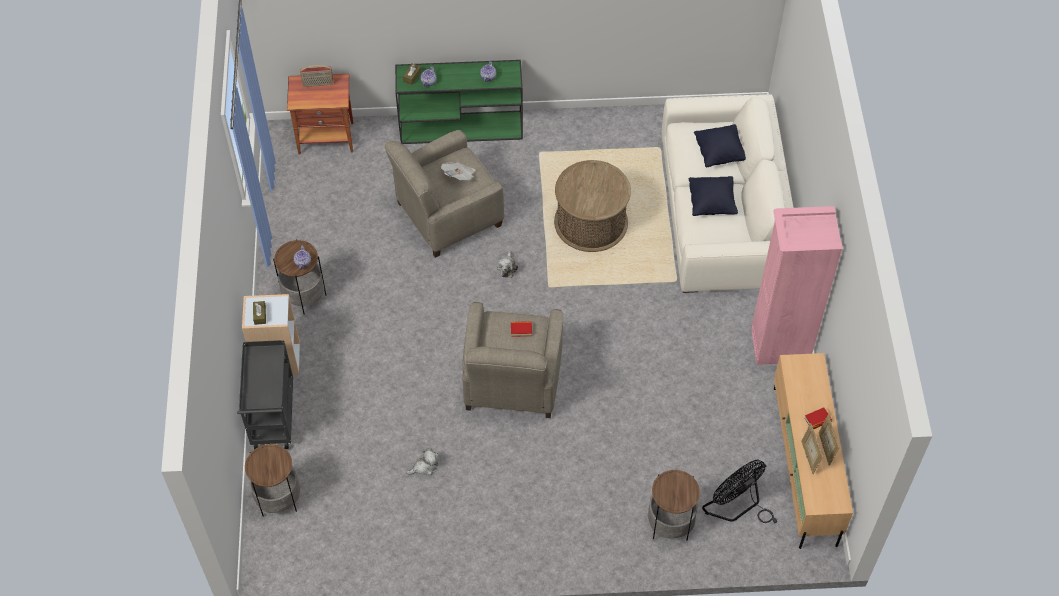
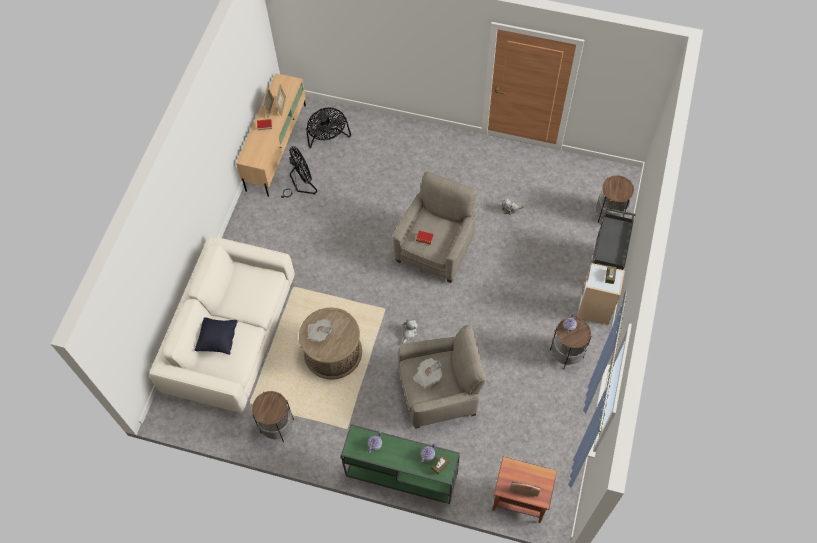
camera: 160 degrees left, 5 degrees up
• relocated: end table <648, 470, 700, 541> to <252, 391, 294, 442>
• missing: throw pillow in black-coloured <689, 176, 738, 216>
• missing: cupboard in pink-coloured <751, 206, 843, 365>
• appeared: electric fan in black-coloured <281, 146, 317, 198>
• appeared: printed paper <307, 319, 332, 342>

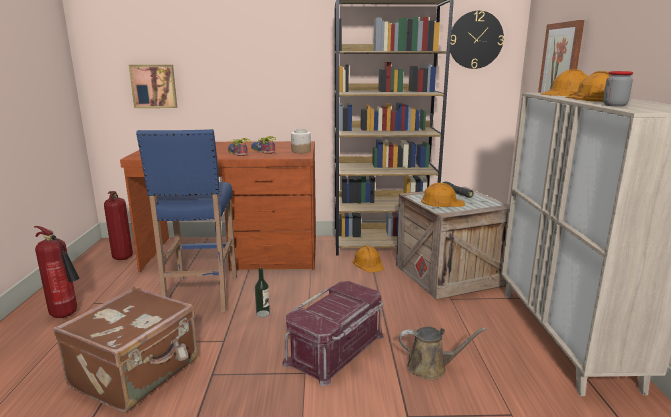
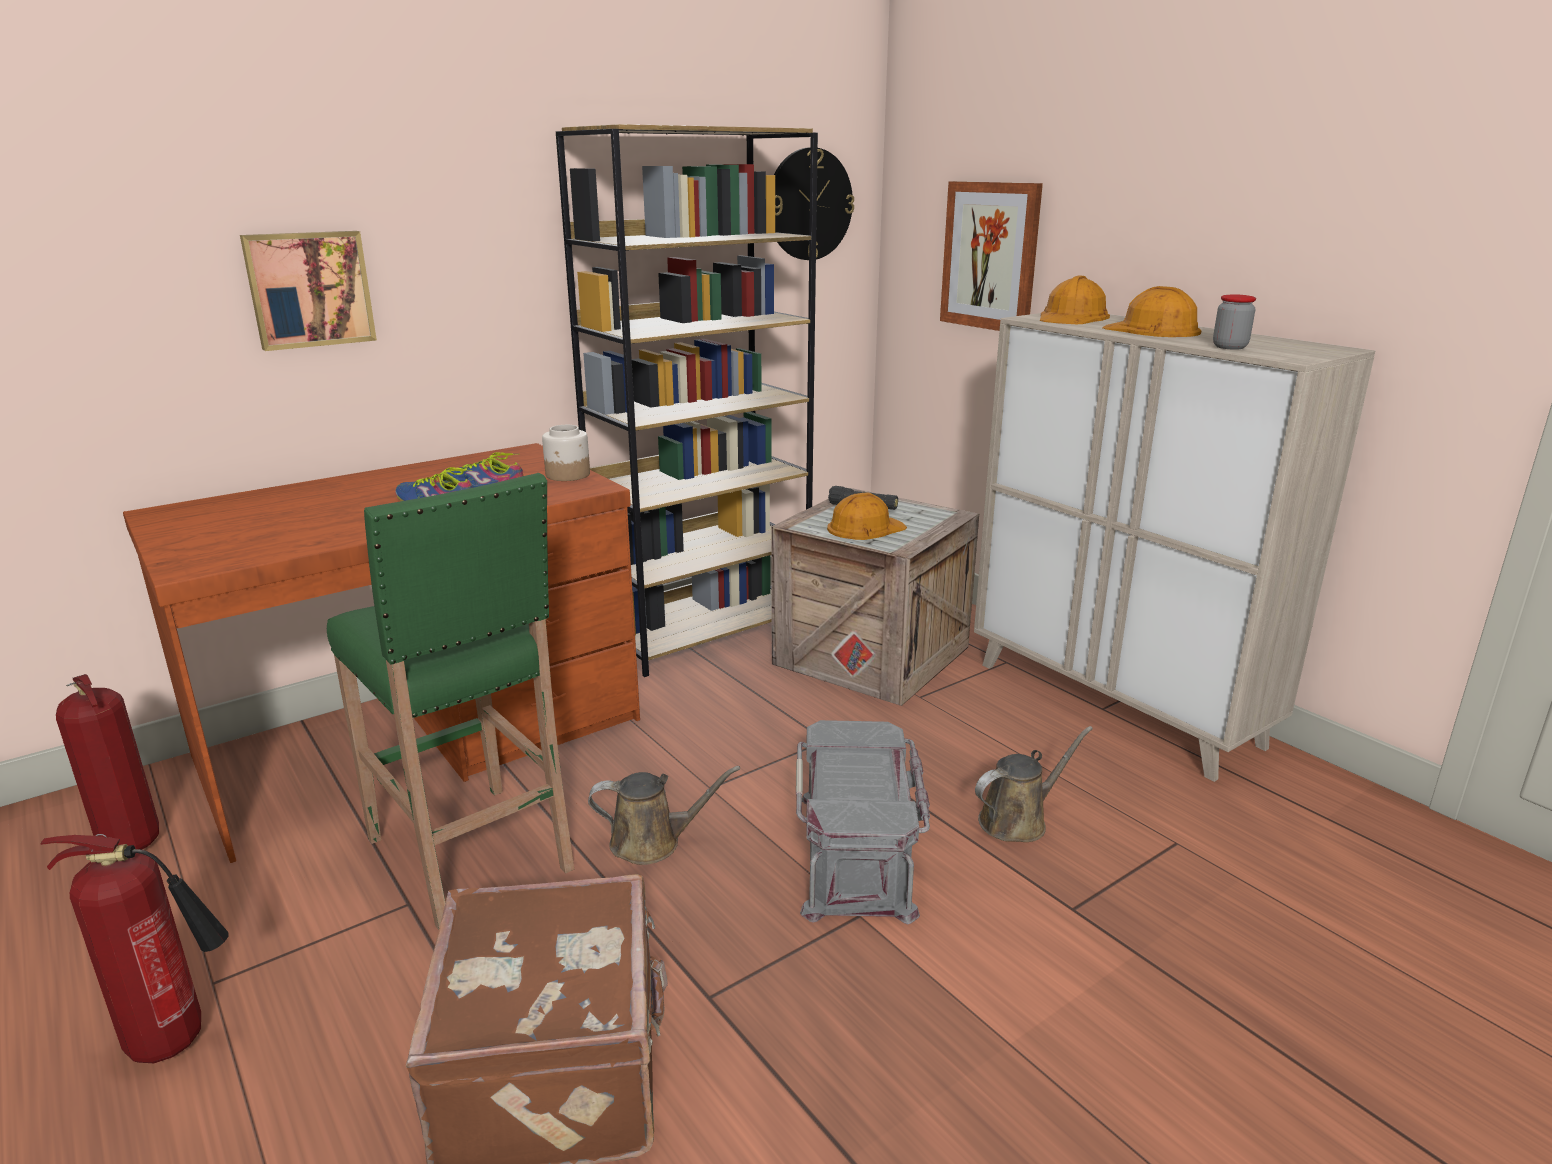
camera: 35 degrees left, 5 degrees up
• relocated: picture <129, 65, 177, 108> to <240, 231, 377, 351>
• colour: stool in bluish <136, 129, 237, 312> to stool in green <327, 473, 574, 930>
• exchanged: drink bottle <255, 268, 270, 317> to watering can in brown-coloured <588, 766, 740, 865>
• colour: storage bin in red-coloured <282, 281, 384, 386> to storage bin in greyish <796, 720, 930, 924>
• missing: hard hat in orange <353, 245, 384, 272>

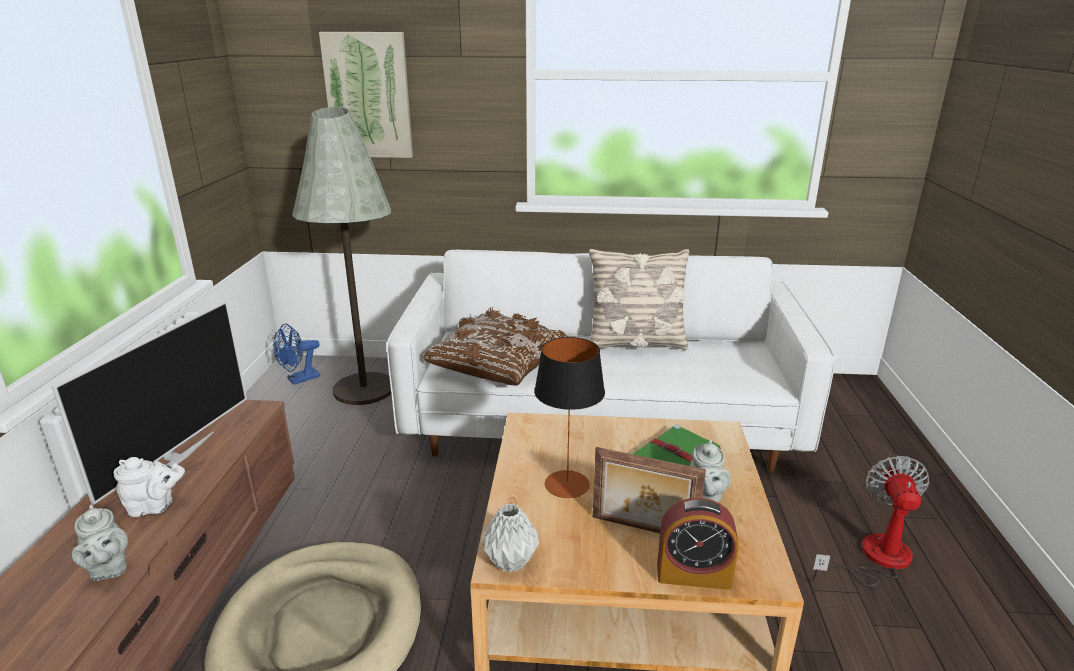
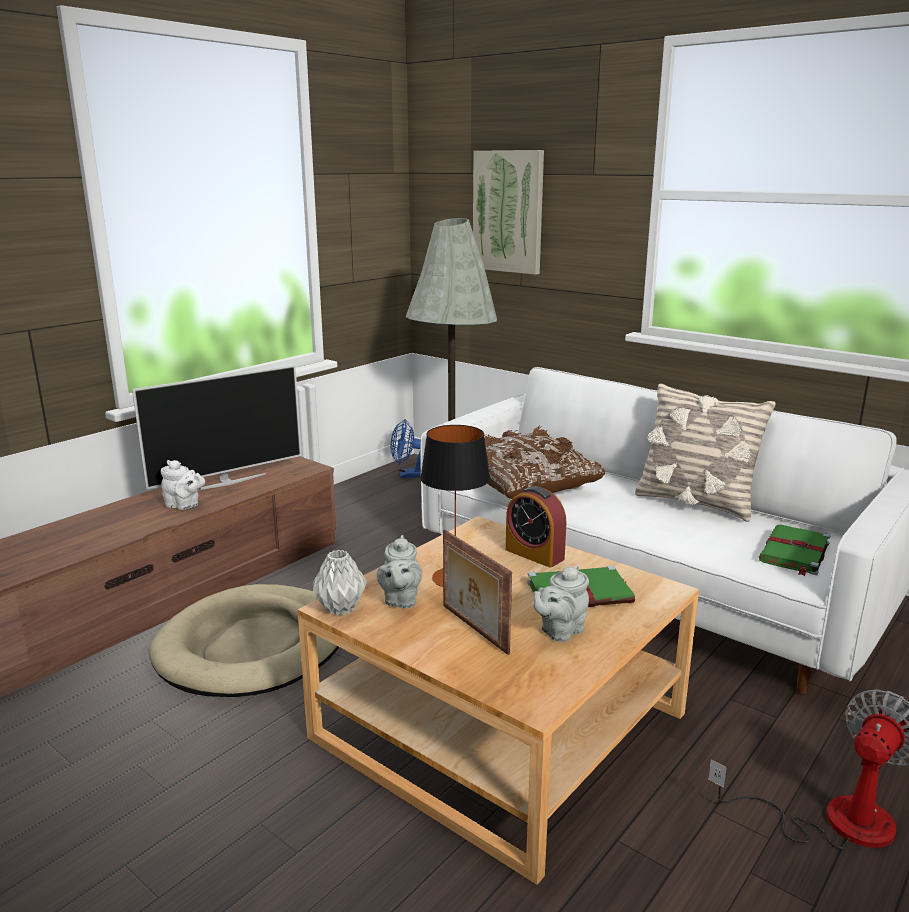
camera: 35 degrees right, 5 degrees down
• relocated: teapot in greyish <72, 504, 128, 581> to <377, 535, 422, 609>
• relocated: table clock <657, 498, 738, 590> to <506, 486, 566, 568>
• appeared: volume in green <759, 525, 831, 576>

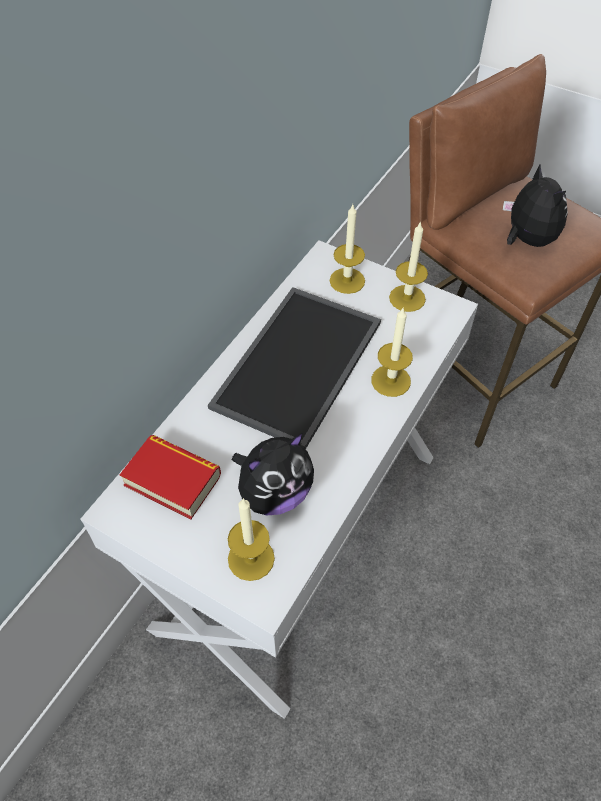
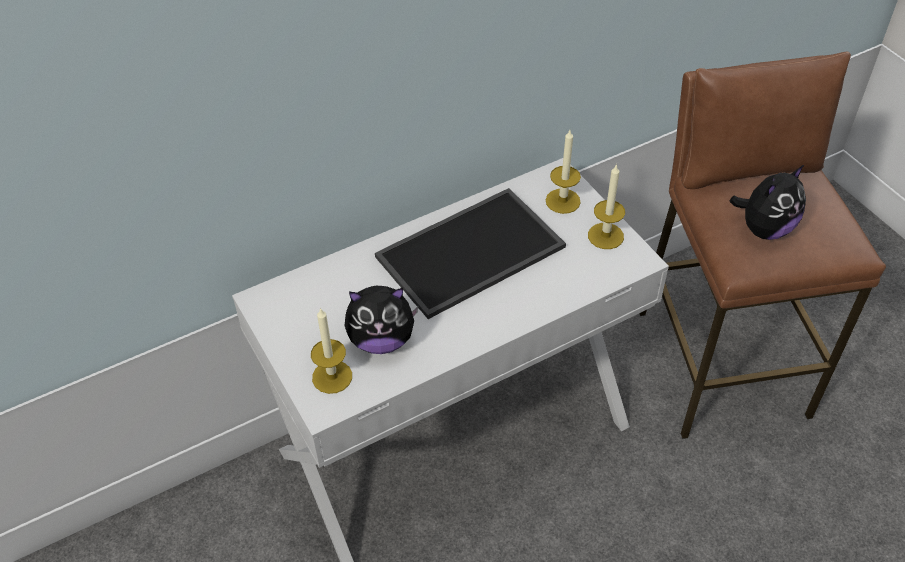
camera: 30 degrees right, 5 degrees down
• missing: volume <120, 435, 221, 520>
• missing: wax candle <371, 307, 413, 397>
• spun: cuddly toy <503, 164, 568, 247> = <730, 165, 806, 240> 45 degrees clockwise

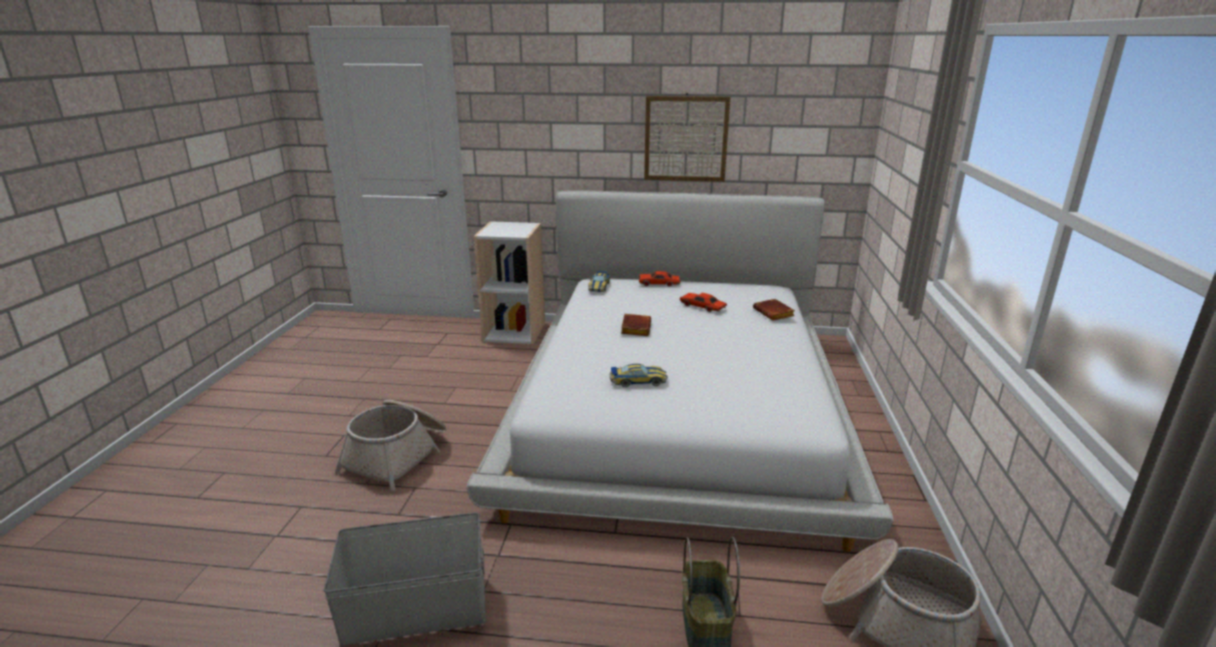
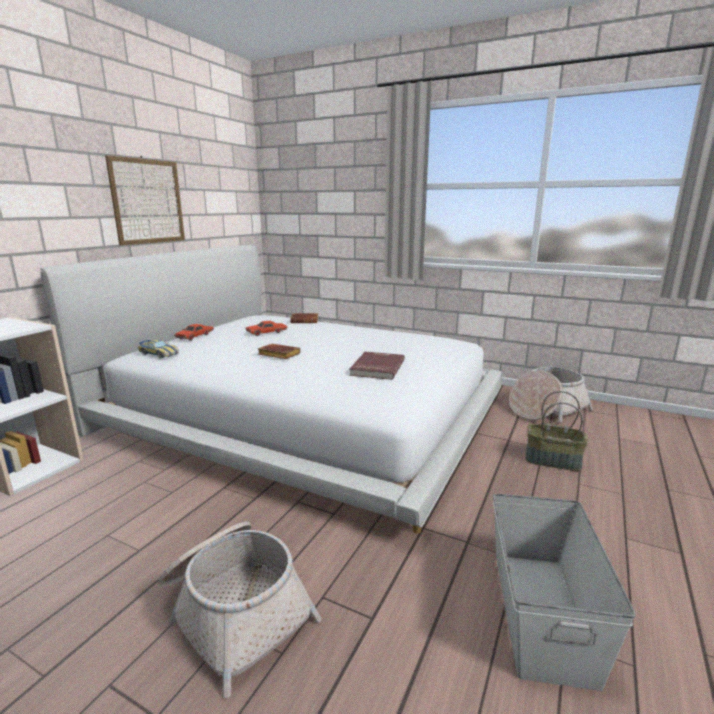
camera: 70 degrees left, 5 degrees down
• exchanged: miniature car <610, 364, 667, 387> to volume in red-coloured <349, 352, 405, 380>

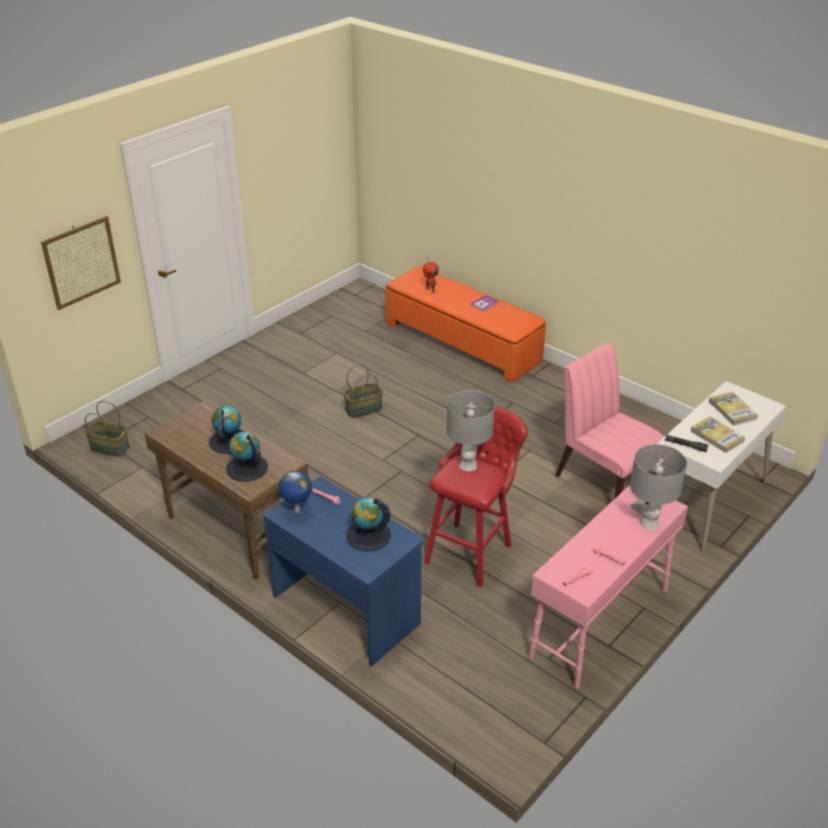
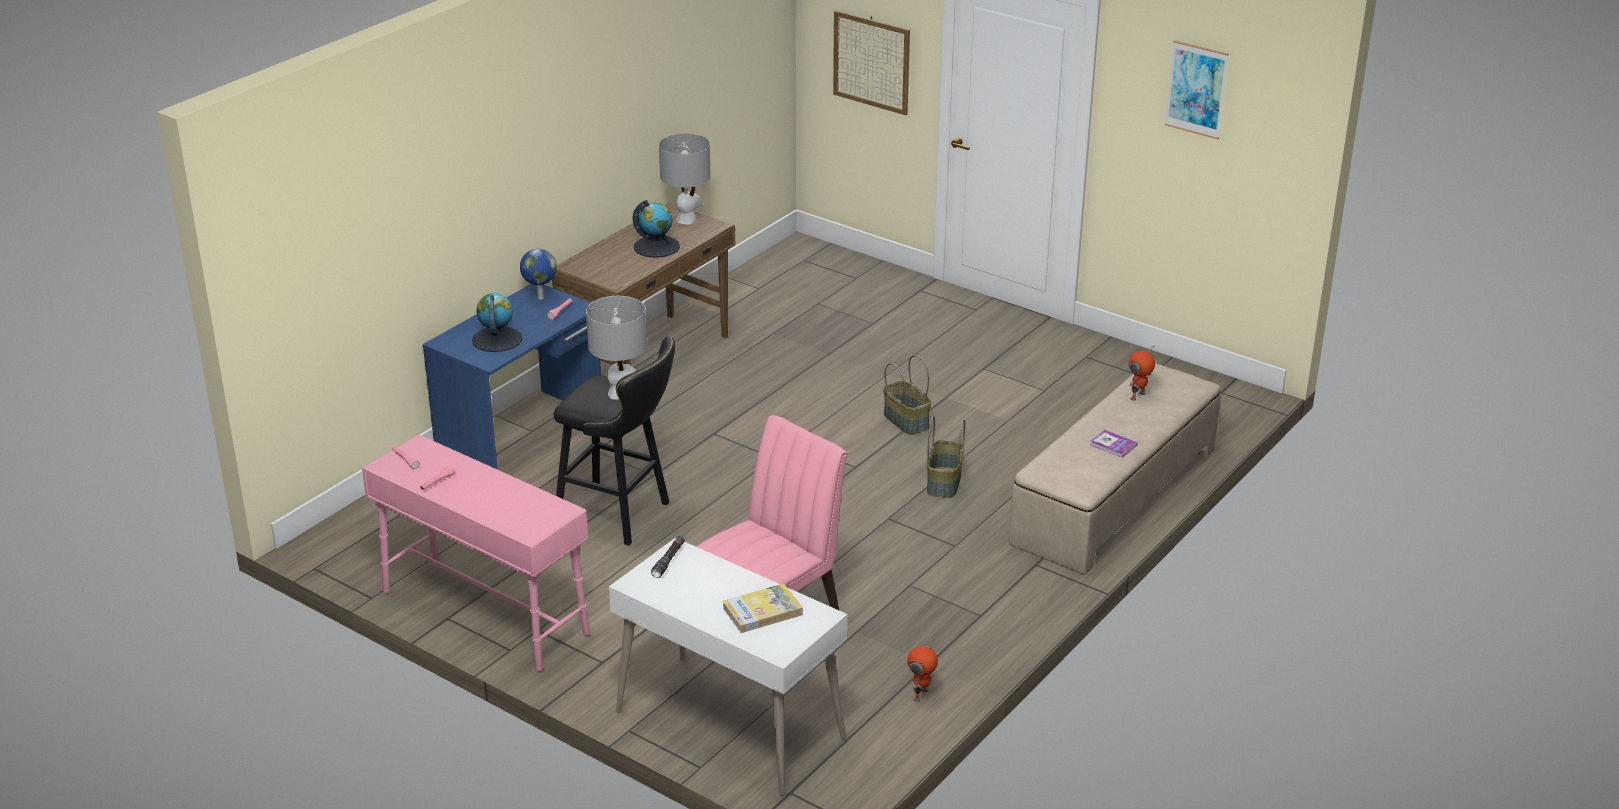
camera: 85 degrees right, 5 degrees down
• relocated: storage basket <85, 401, 130, 457> to <927, 416, 965, 498>
• missing: desk globe <226, 432, 268, 482>
• colour: indoor bench in orange <385, 267, 546, 383> to indoor bench in sand-coloured <1009, 363, 1221, 575>
• colour: stool in red-coloured <424, 405, 528, 587> to stool in black-coloured <554, 336, 675, 546>
• relocated: tabletop lamp in greyish <630, 444, 687, 531> to <659, 133, 711, 225>
• missing: volume <690, 416, 745, 453>
• appeared: robot figure <908, 638, 938, 702>
• appeared: picture <1165, 40, 1229, 139>

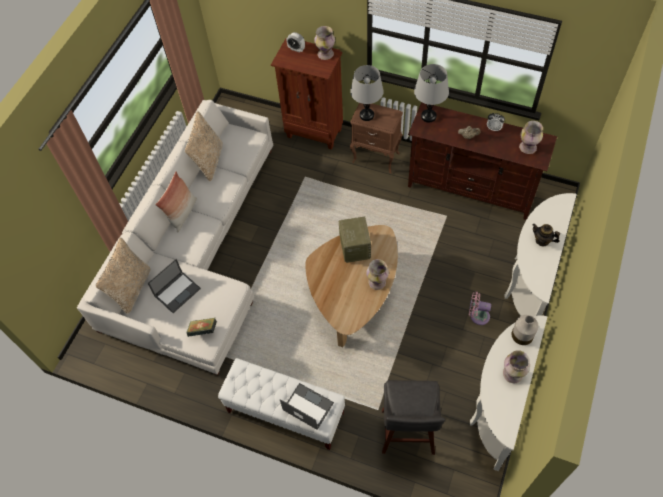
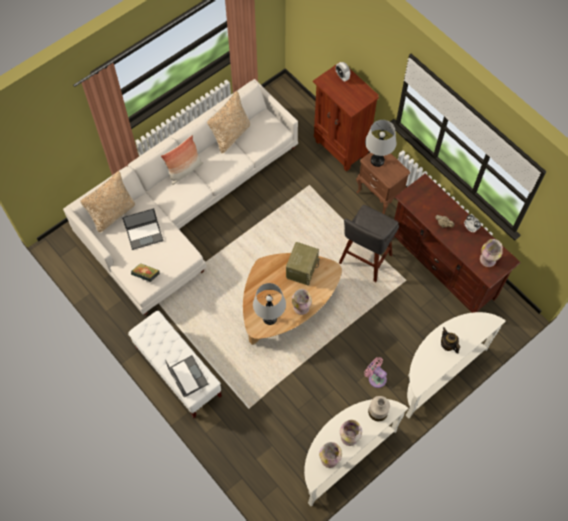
camera: 25 degrees right, 5 degrees up
• relocated: decorative vase <314, 26, 335, 60> to <319, 442, 342, 468>
• relocated: stool in greyish <382, 380, 445, 455> to <339, 205, 399, 282>
• relocated: tabletop lamp in greyish <414, 64, 449, 122> to <253, 283, 286, 325>

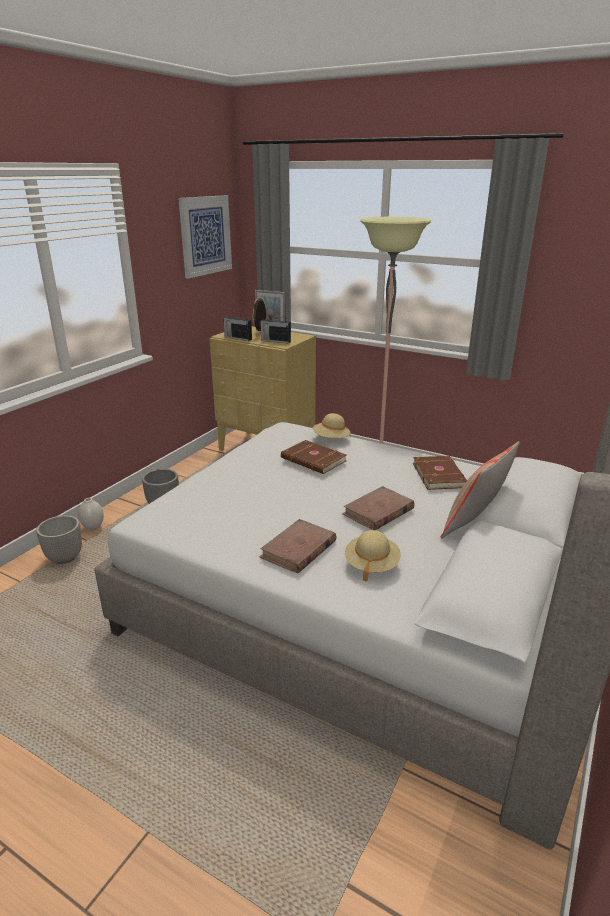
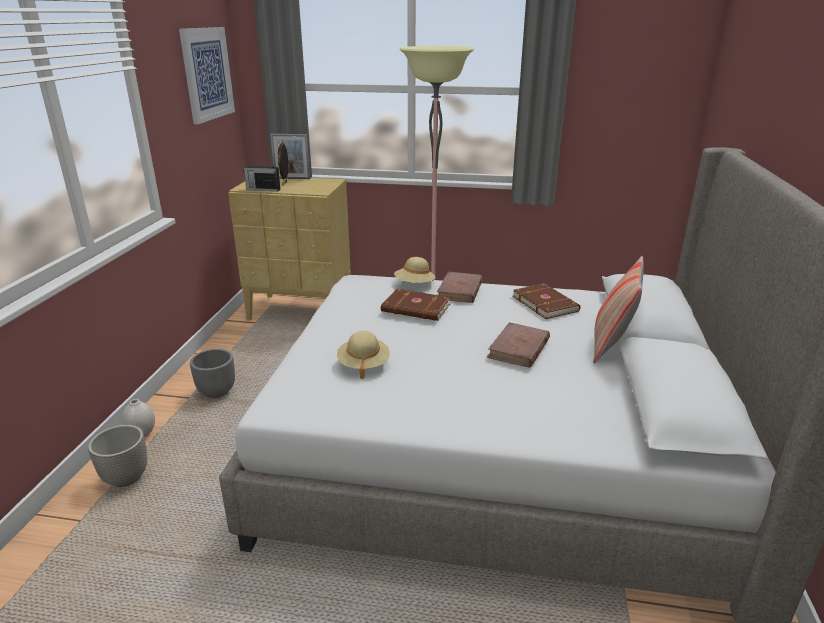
camera: 20 degrees left, 0 degrees up
• relocated: volume in brown-coloured <259, 519, 337, 573> to <437, 272, 483, 303>
• missing: radio set <260, 316, 291, 343>
• relocated: hat in sand-coloured <345, 530, 401, 582> to <337, 331, 390, 379>

